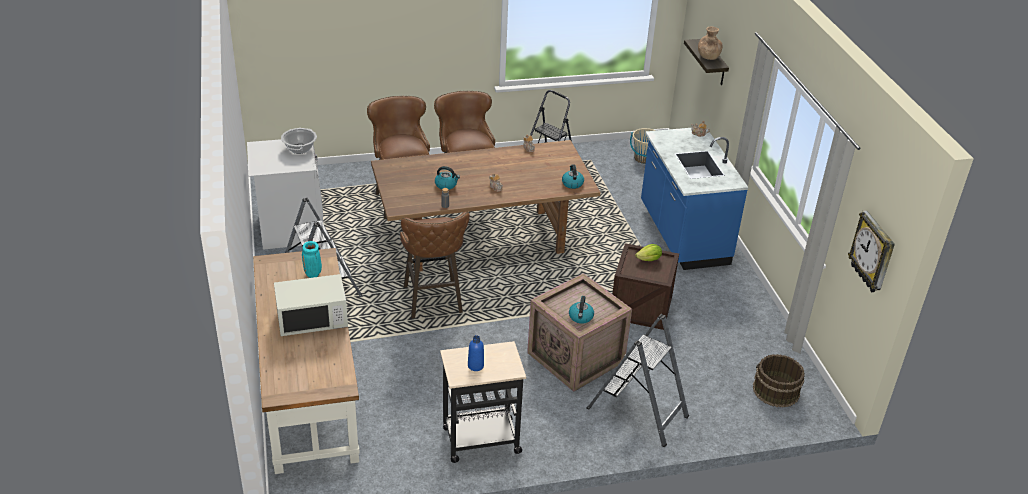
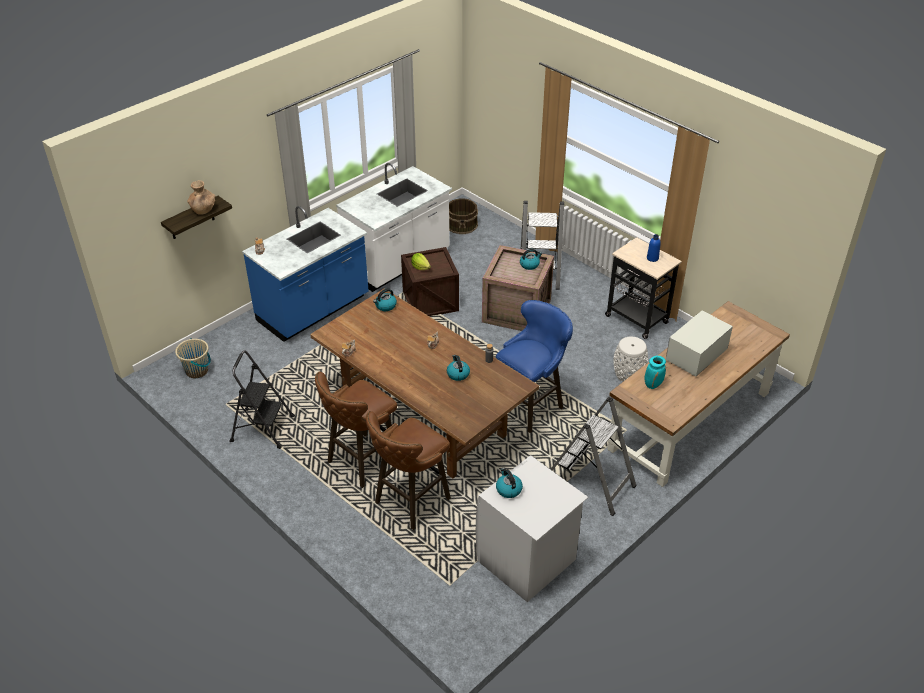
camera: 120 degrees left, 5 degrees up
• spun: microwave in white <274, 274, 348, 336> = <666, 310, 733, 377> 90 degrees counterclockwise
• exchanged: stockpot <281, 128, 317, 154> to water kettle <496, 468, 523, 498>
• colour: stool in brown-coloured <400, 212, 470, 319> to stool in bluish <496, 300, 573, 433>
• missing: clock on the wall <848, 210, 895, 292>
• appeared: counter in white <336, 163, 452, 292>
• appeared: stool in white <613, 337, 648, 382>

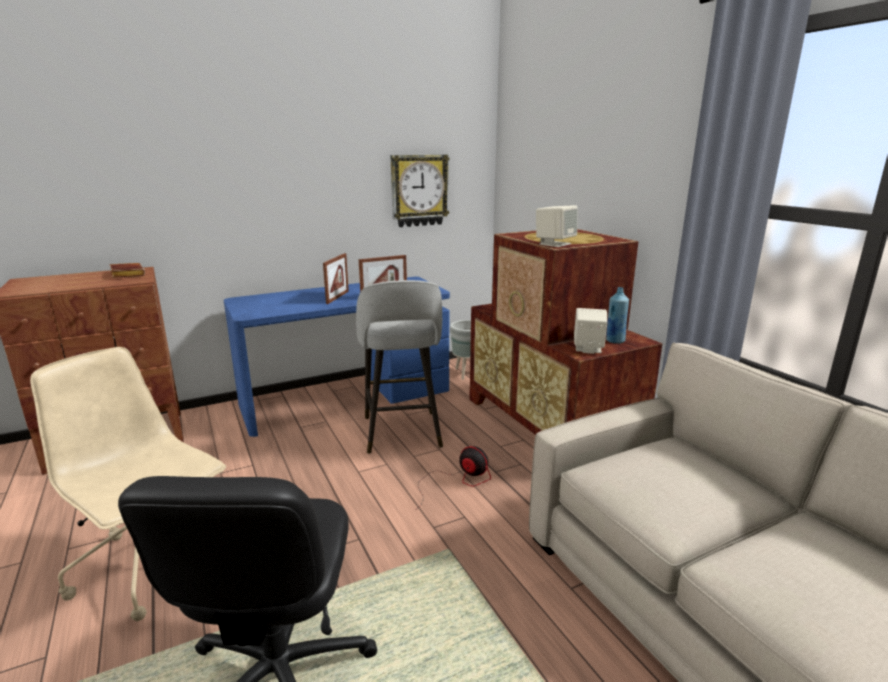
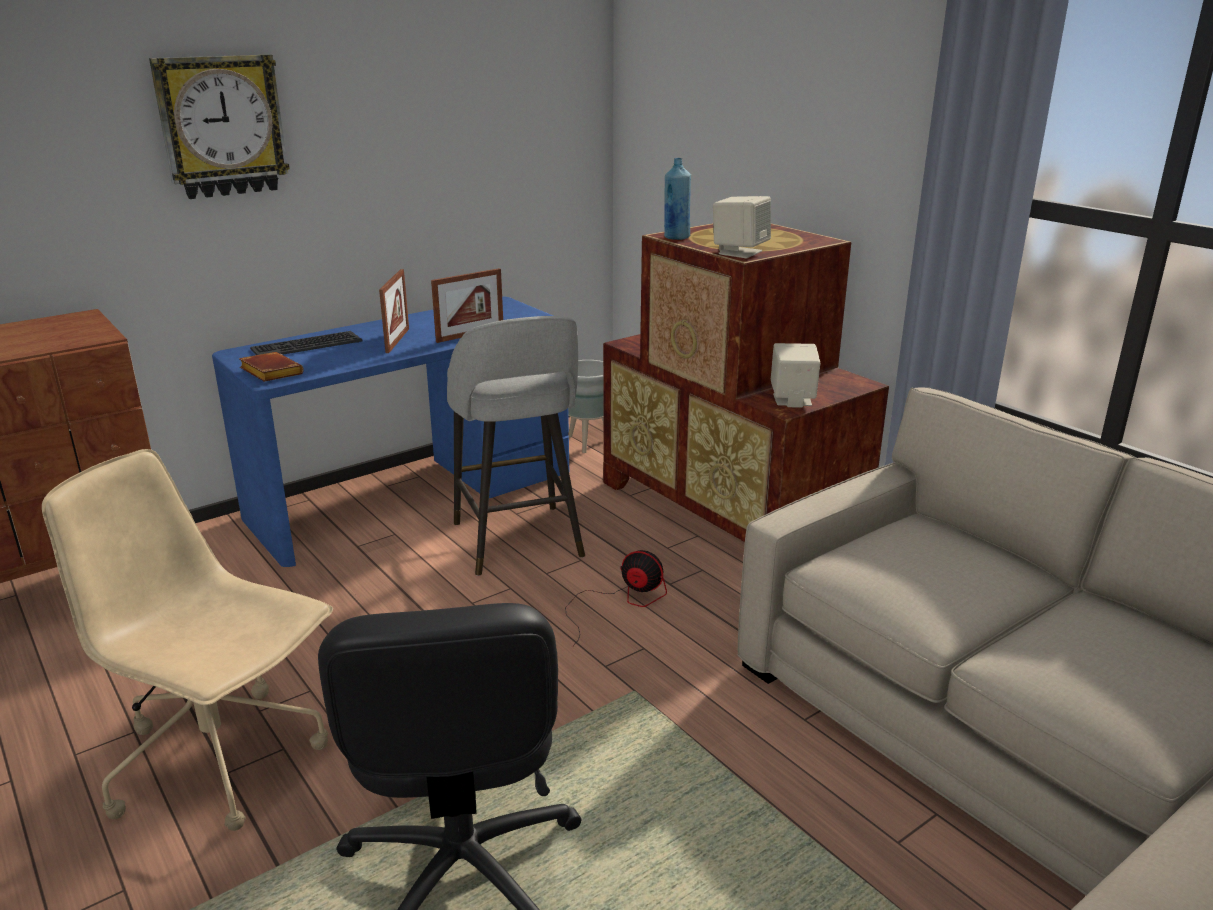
camera: 10 degrees left, 5 degrees up
• relocated: volume in brown-coloured <110, 263, 145, 278> to <239, 352, 304, 382>
• relocated: clock on the wall <390, 155, 450, 227> to <149, 55, 290, 199>
• relocated: drink bottle in bluish <606, 287, 629, 344> to <664, 158, 691, 240>
• appeared: computer keyboard <250, 331, 363, 355>

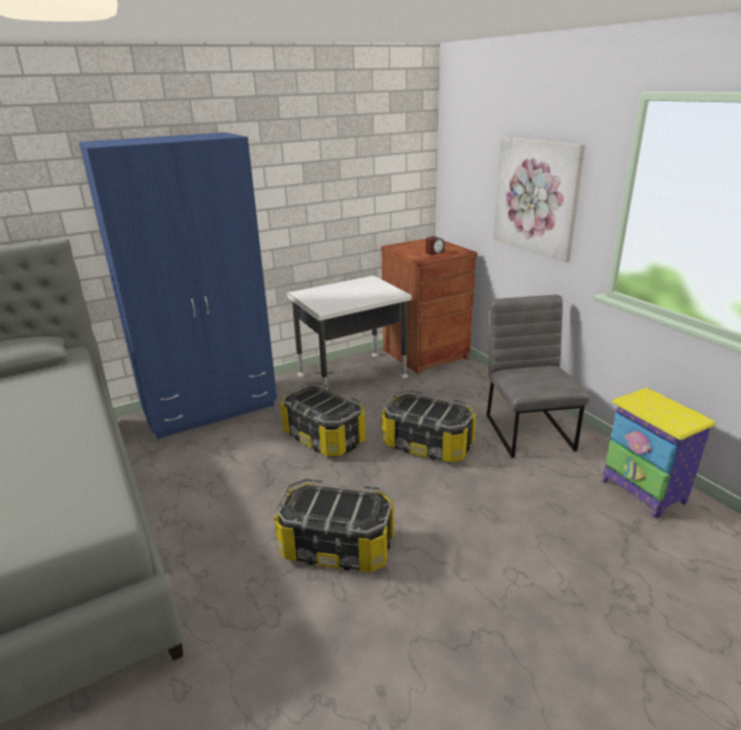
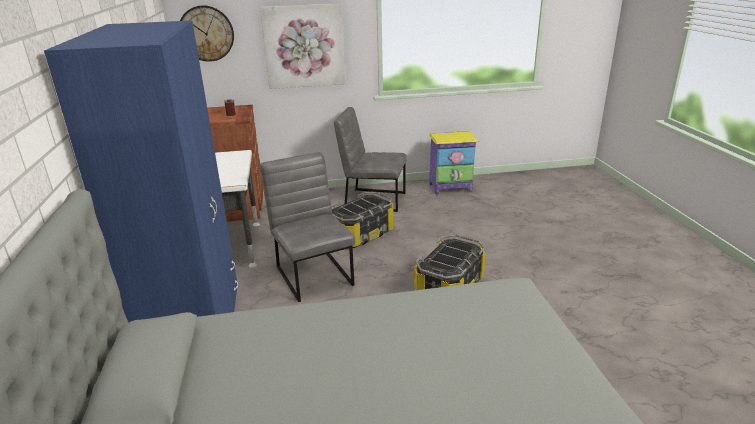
camera: 70 degrees left, 0 degrees up
• exchanged: storage bin <281, 382, 366, 457> to upright chair in greyish <260, 152, 355, 302>
• appeared: clock on the wall <180, 5, 234, 62>

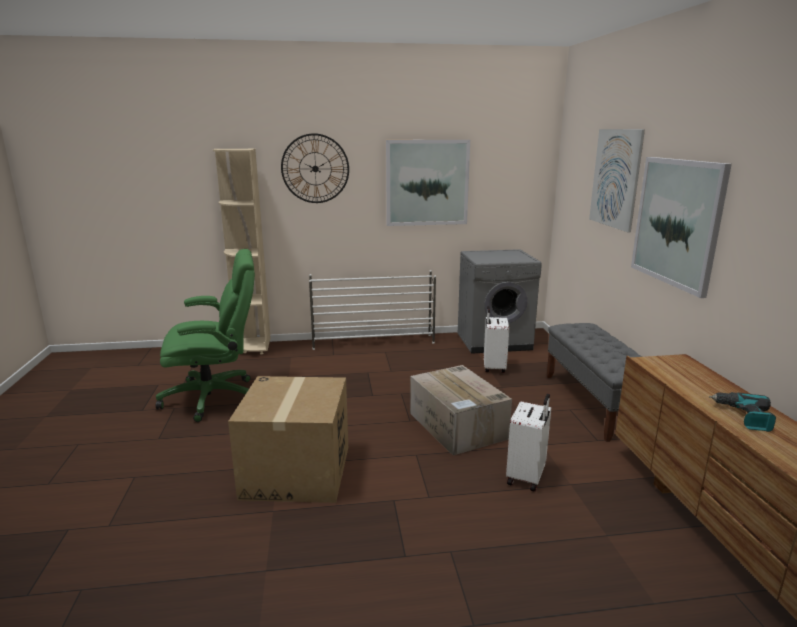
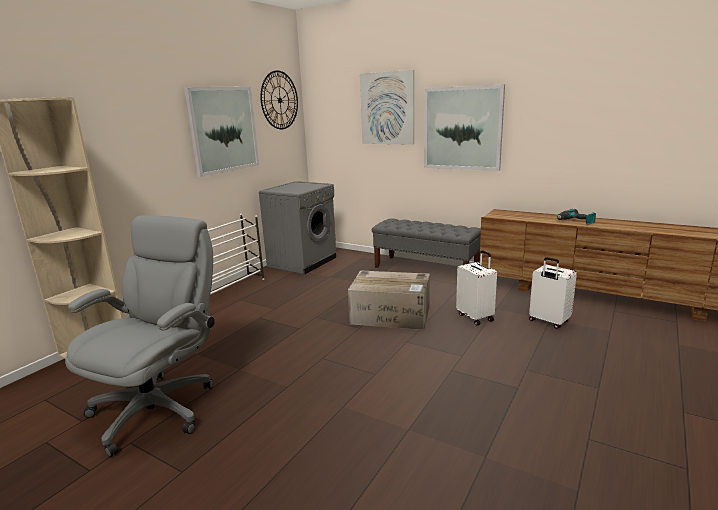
camera: 50 degrees left, 0 degrees up
• colour: office chair in green <156, 249, 255, 422> to office chair in greyish <65, 215, 215, 457>
• missing: cardboard box <228, 376, 348, 503>
• relocated: clock on the wall <281, 133, 349, 203> to <260, 70, 298, 129>
• relocated: travel case in white <484, 306, 509, 373> to <529, 257, 577, 329>

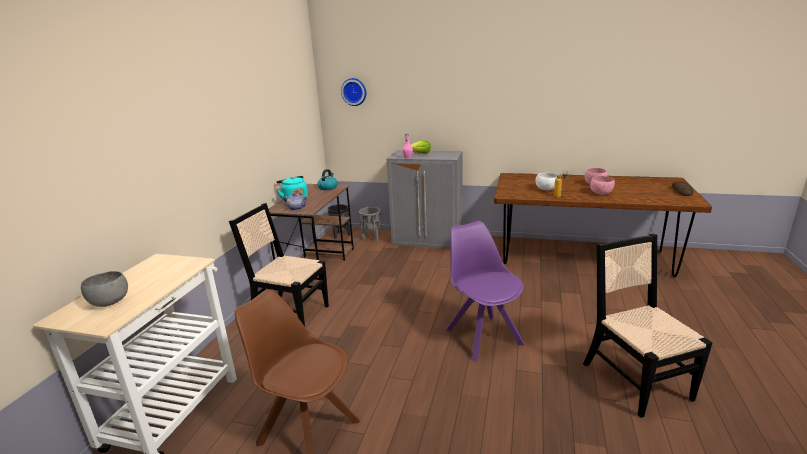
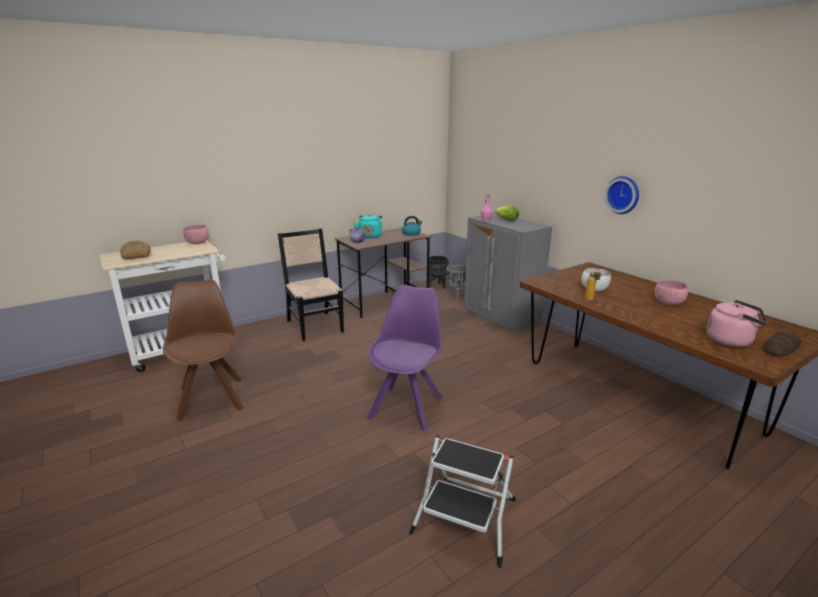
camera: 40 degrees right, 0 degrees up
• exchanged: deep dish in greyish <81, 271, 128, 307> to bread <120, 241, 151, 259>
• relocated: clock on the wall <341, 78, 366, 106> to <605, 176, 639, 214>
• exchanged: upright chair <583, 233, 713, 418> to stepladder <409, 435, 516, 568>
• relocated: deep dish in pink-coloured <590, 176, 615, 195> to <183, 225, 209, 244>
• appeared: water kettle in pink-coloured <706, 300, 767, 347>

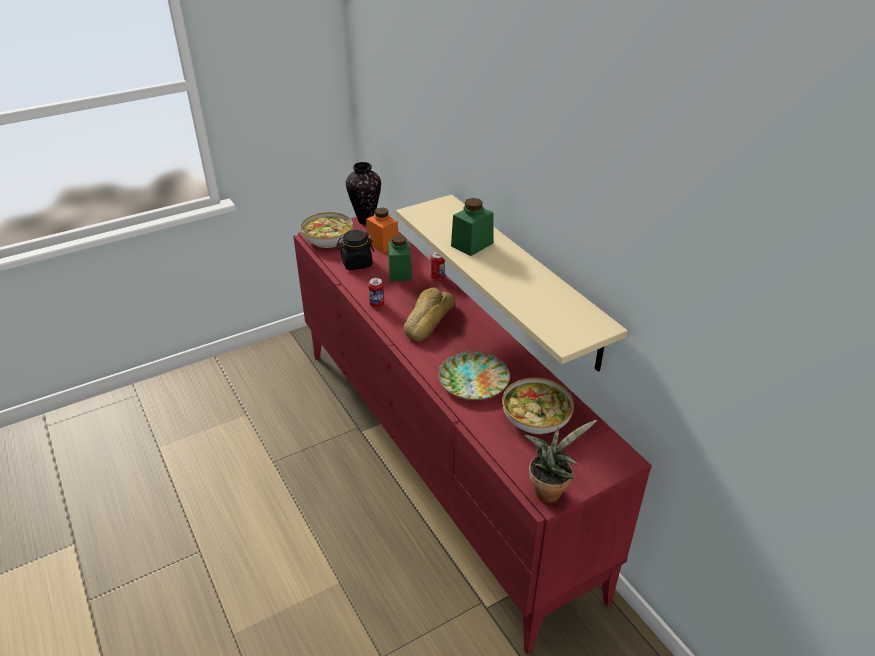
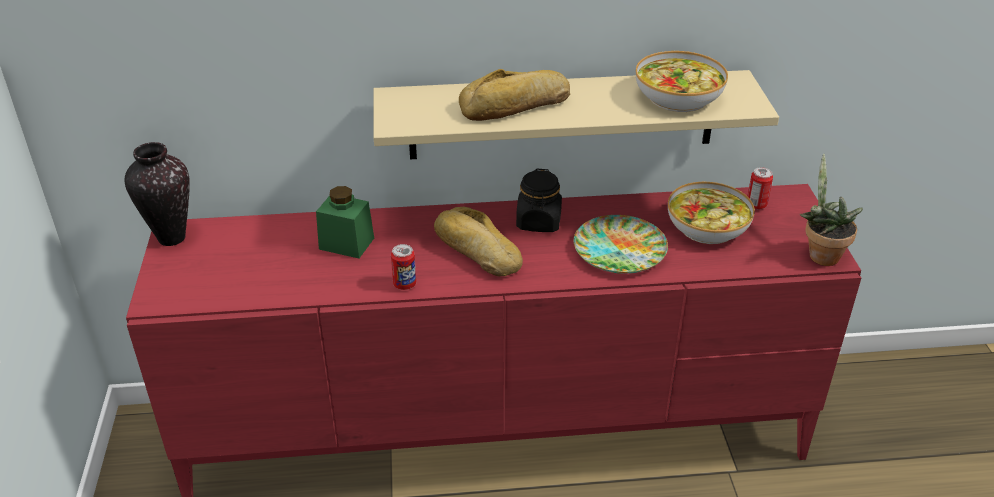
camera: 65 degrees left, 0 degrees up
• relocated: deep dish <301, 212, 353, 248> to <636, 51, 728, 112>
• relocated: storage jar in black-coloured <337, 230, 374, 270> to <516, 169, 562, 232>
• missing: storage jar in orange <366, 208, 399, 253>
• relocated: sealed can <430, 252, 445, 280> to <748, 167, 773, 209>
• exchanged: storage jar in green <451, 198, 494, 256> to bread <459, 69, 570, 121>

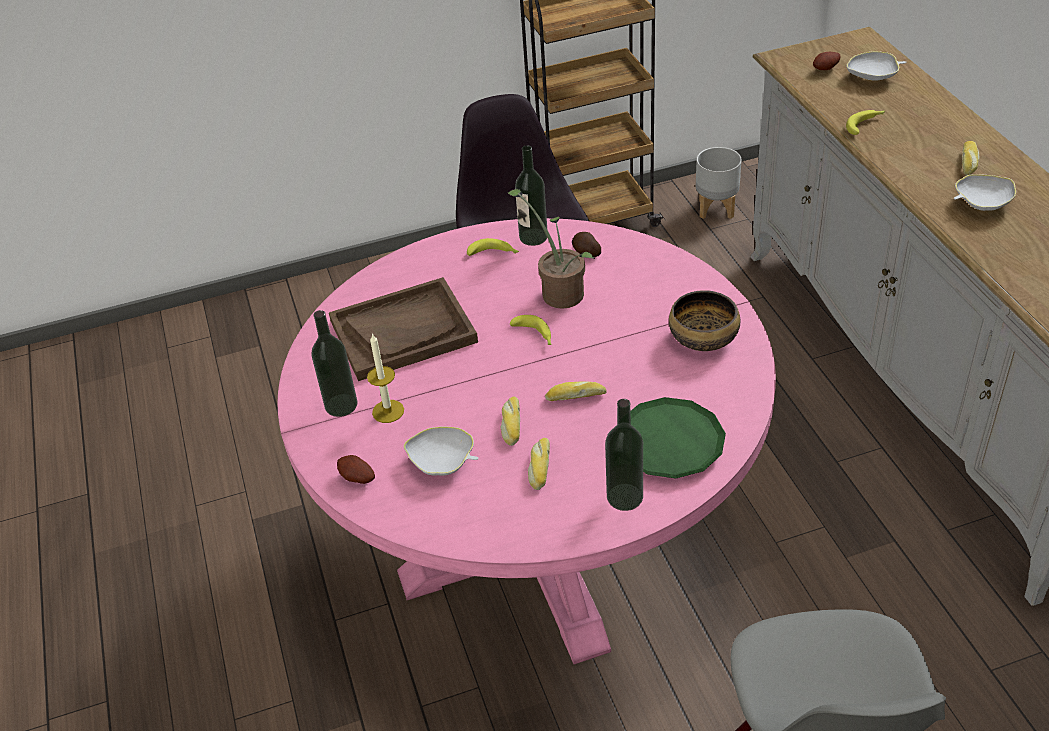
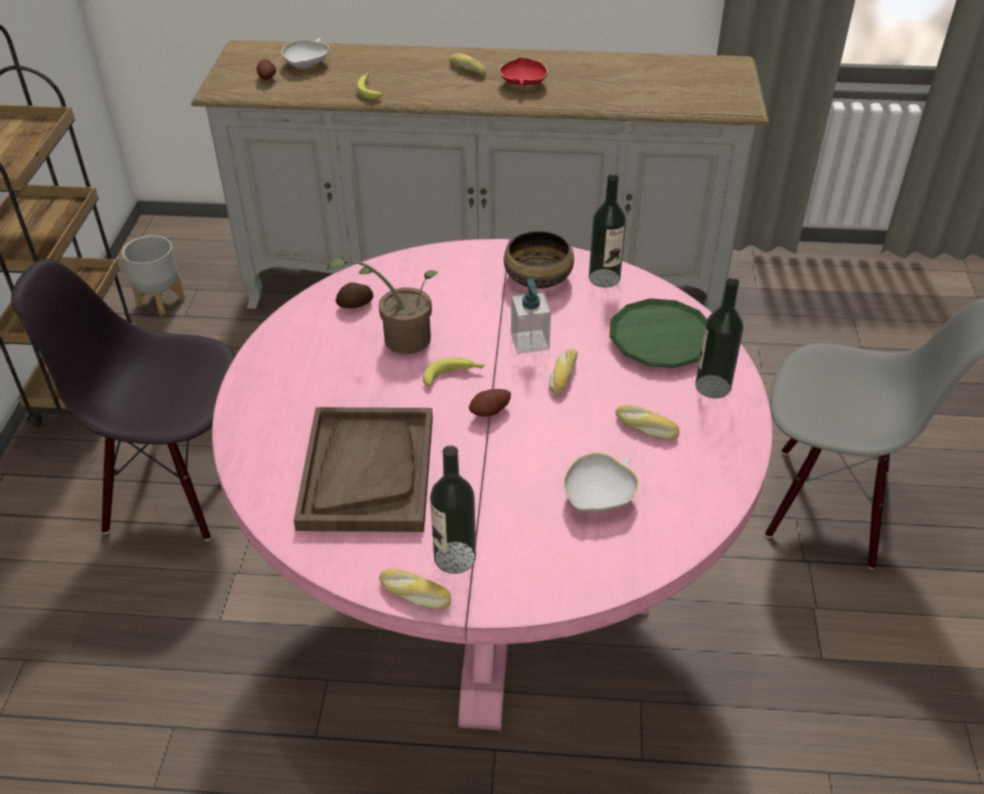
camera: 70 degrees left, 0 degrees up
• relocated: whole potato <337, 455, 375, 484> to <469, 389, 511, 417>
• missing: wax candle <367, 333, 404, 423>
• missing: whole banana <467, 238, 519, 256>
• relocated: bread <501, 397, 520, 446> to <379, 569, 451, 609>
• relocated: drink bottle <515, 145, 547, 246> to <589, 174, 626, 288>
• colour: deep dish in white <954, 174, 1016, 211> to deep dish in red-coloured <499, 57, 548, 85>
• appeared: soap bottle <511, 278, 551, 354>

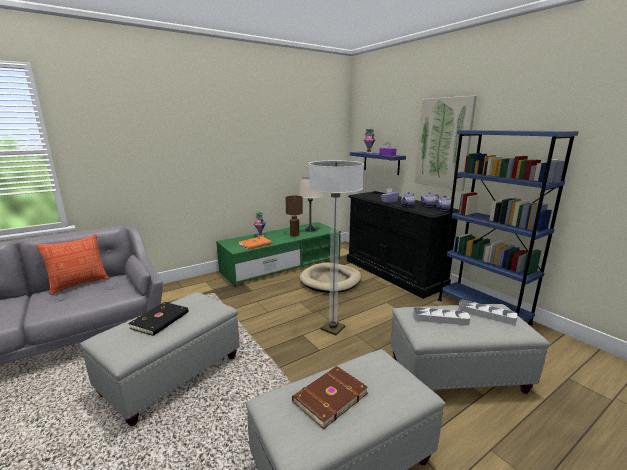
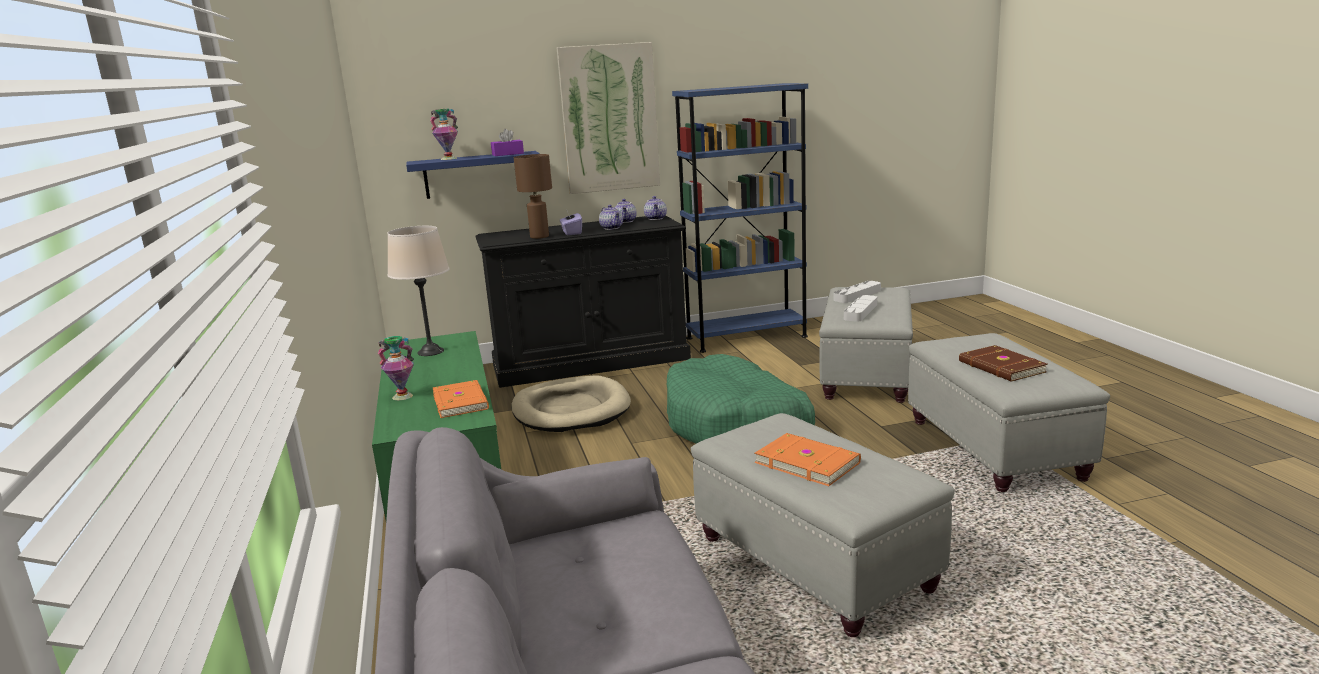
camera: 70 degrees left, 0 degrees up
• missing: throw pillow in orange <36, 234, 109, 295>
• colour: volume in black-coloured <128, 302, 189, 336> to volume in orange <755, 433, 861, 486>
• relocated: tabletop lamp in brown-coloured <285, 196, 303, 236> to <514, 154, 552, 239>
• exchanged: floor lamp <309, 161, 364, 335> to dog bed in green <667, 354, 815, 444>

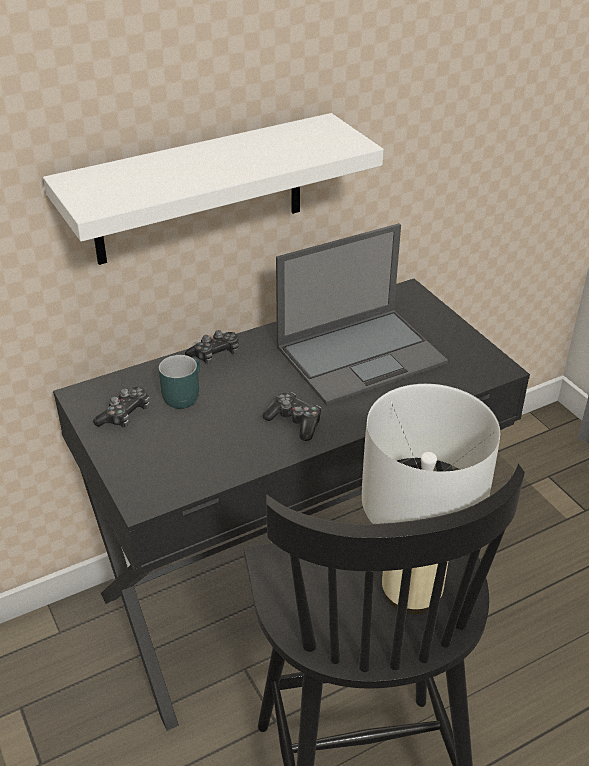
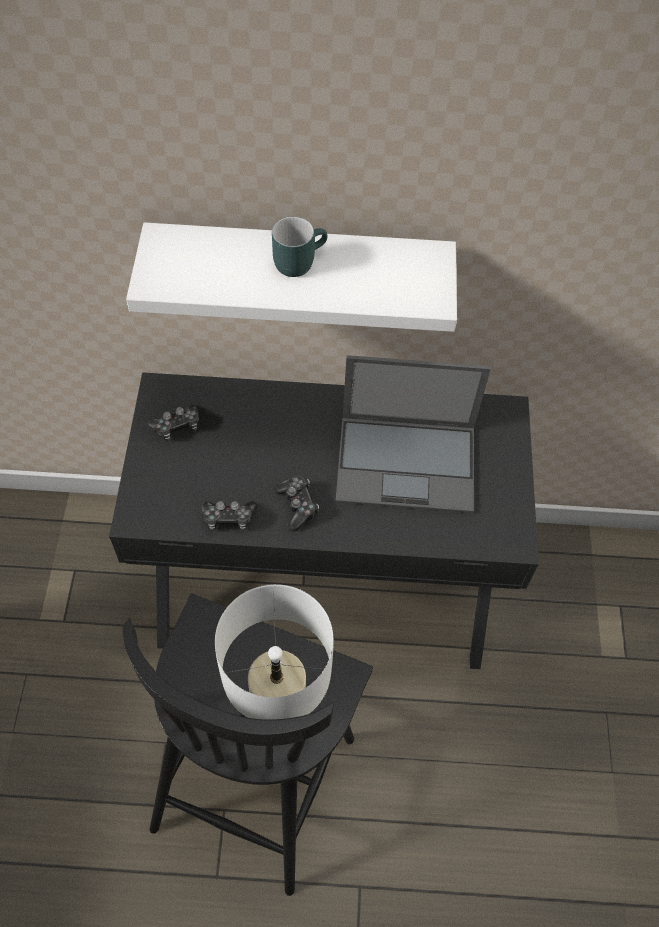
camera: 30 degrees right, 20 degrees up
• relocated: tea mug in turquoise <158, 355, 200, 409> to <272, 217, 328, 277>
• relocated: joypad <185, 330, 239, 364> to <201, 501, 257, 530>

